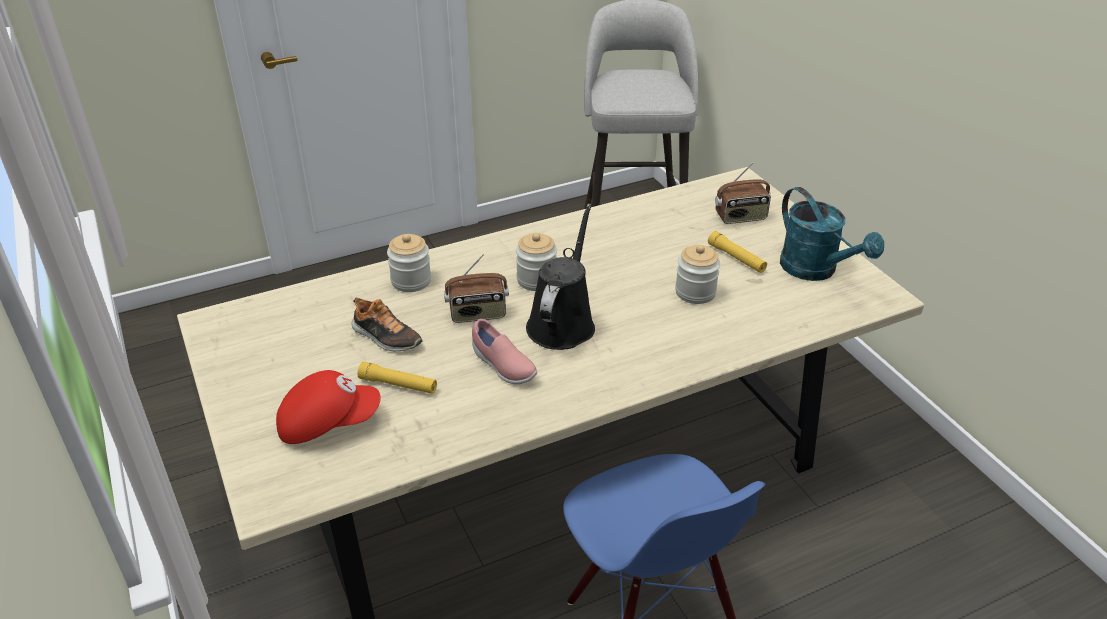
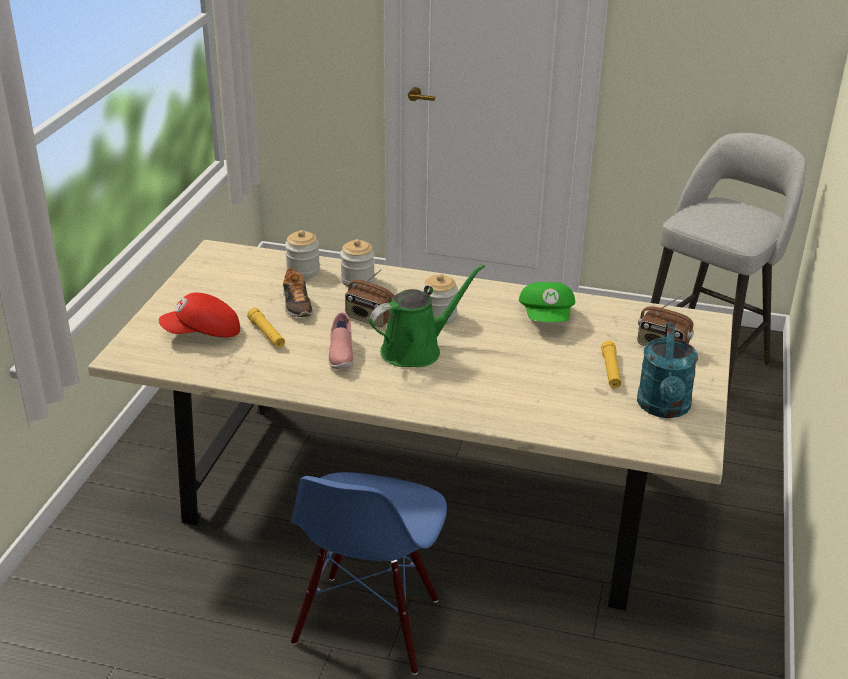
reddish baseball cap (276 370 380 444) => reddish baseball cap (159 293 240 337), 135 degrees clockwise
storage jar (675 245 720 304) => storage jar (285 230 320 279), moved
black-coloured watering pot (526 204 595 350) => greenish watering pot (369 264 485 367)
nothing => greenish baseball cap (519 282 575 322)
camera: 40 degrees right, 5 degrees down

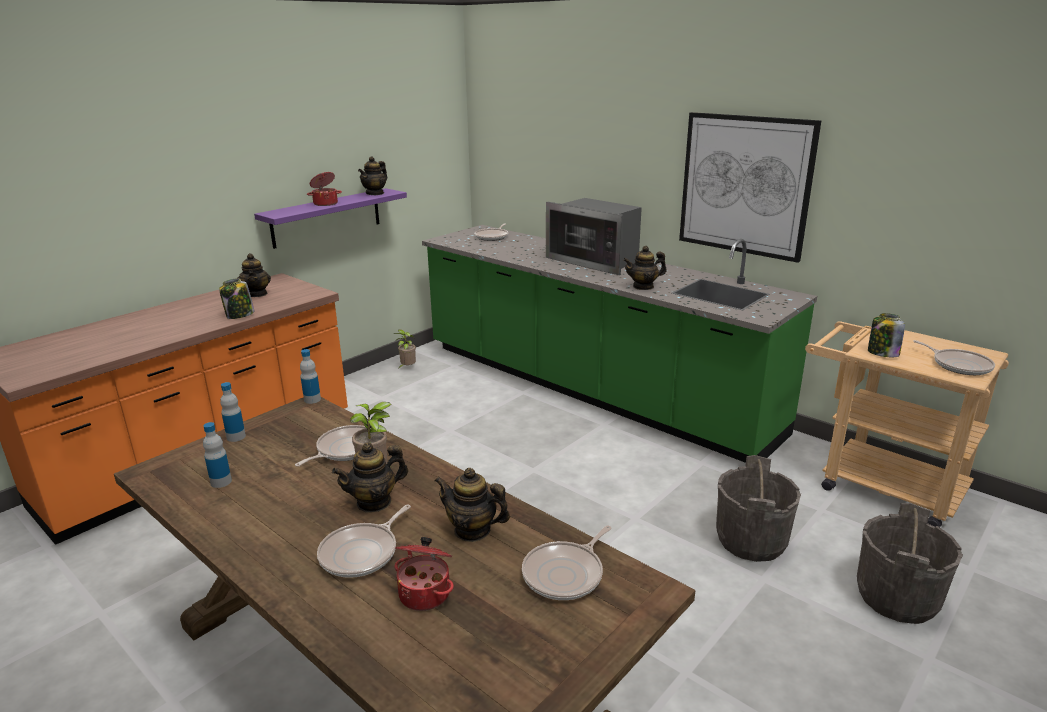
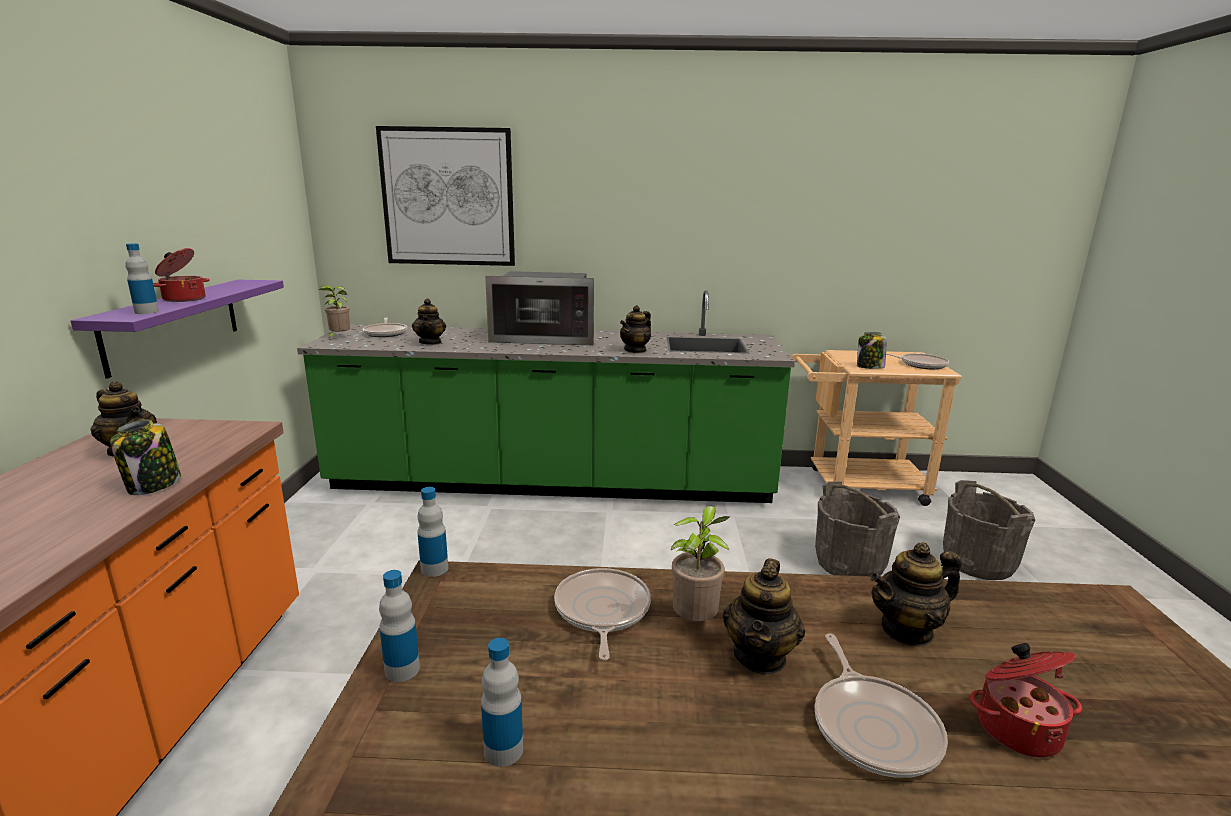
nothing => beverage bottle (126 243 159 314)
potted plant (394 330 416 369) => potted plant (318 285 350 339), moved
wall art (679 112 821 263) => wall art (376 126 515 266), moved
tea pot (358 156 387 195) => tea pot (412 299 446 345), moved
frying pan (522 525 612 600) => nothing
camera: 40 degrees left, 5 degrees down

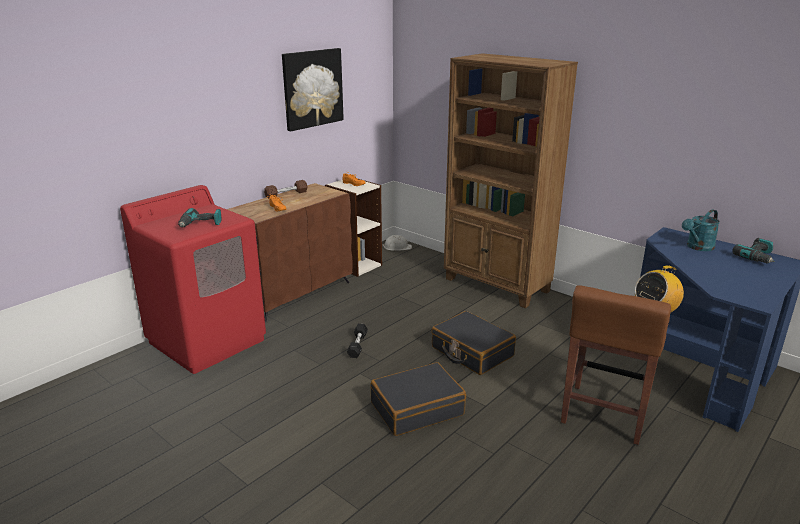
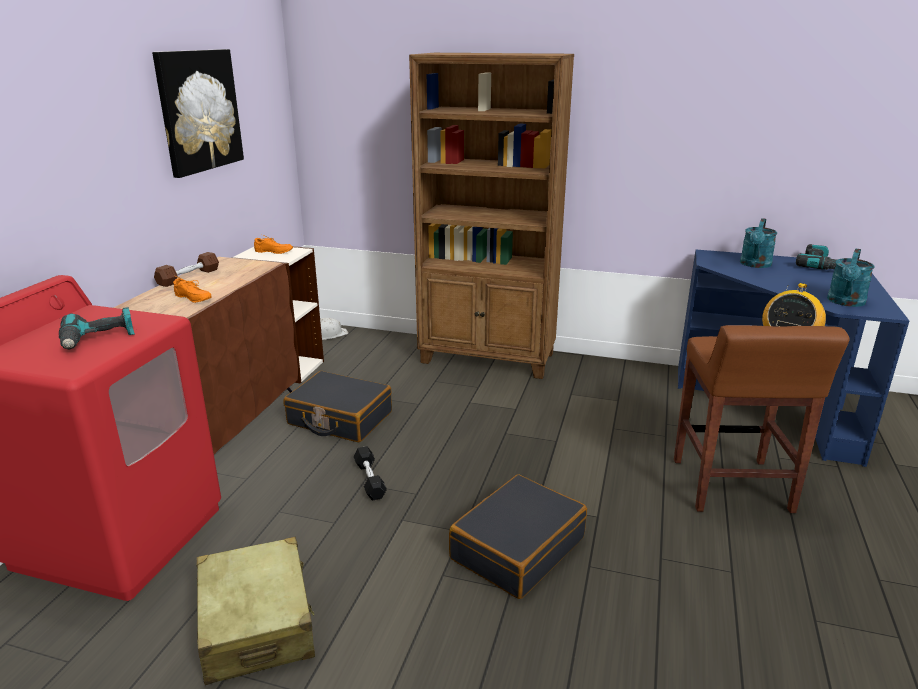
nothing => beige travel case (196 537 315 685)
black-coloured travel case (431 311 516 375) => black-coloured travel case (284 371 392 442), moved
nothing => turquoise-coloured watering pot (827 248 875 307)
camera: 25 degrees left, 0 degrees up

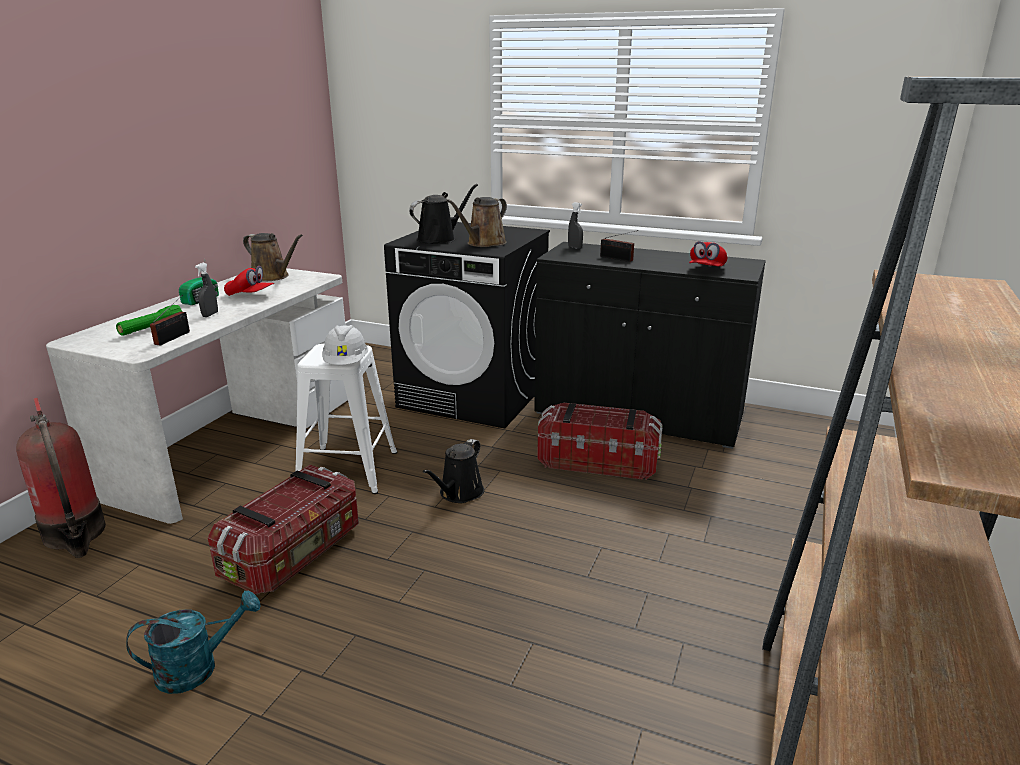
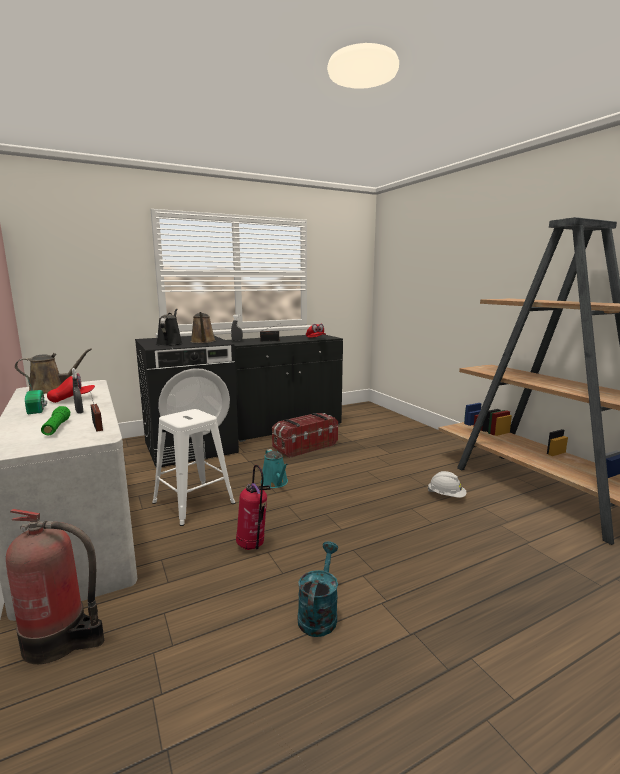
storage container (208 465 359 594) => fire-fighting cylinder (236 465 271 550)
black-coloured watering pot (423 439 484 503) => turquoise-coloured watering pot (261 449 288 488)
white work helmet (322 325 368 365) => white work helmet (428 471 467 498), moved
camera: 50 degrees left, 10 degrees down

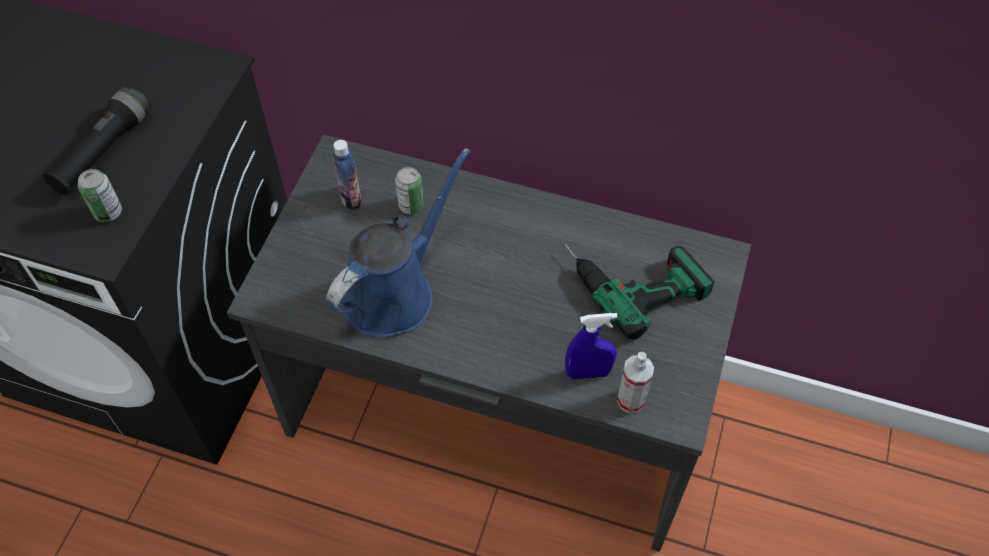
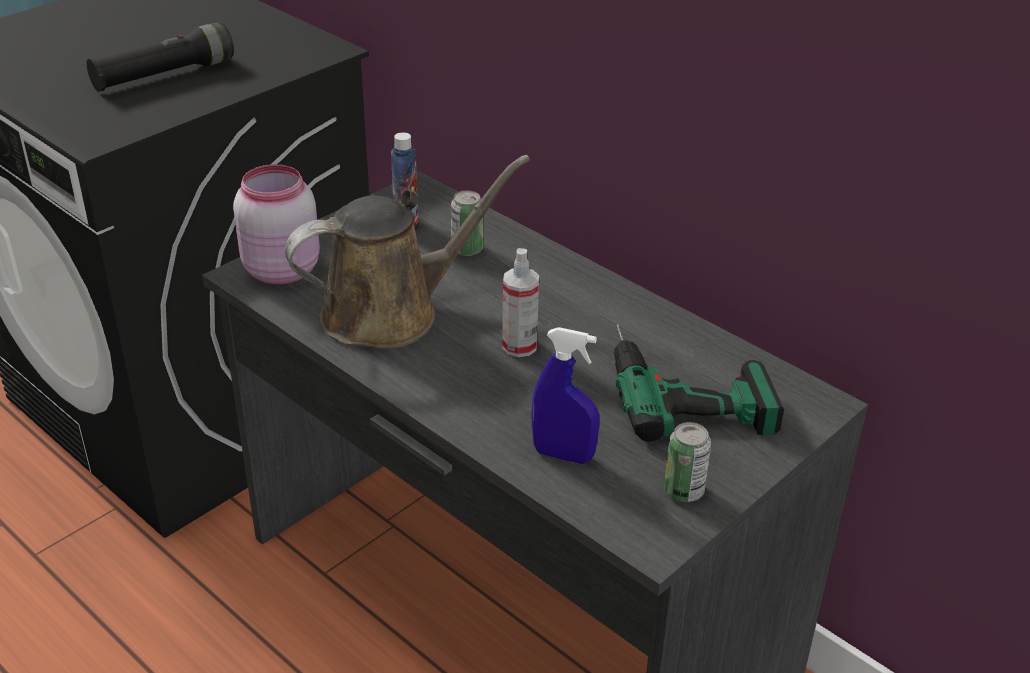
nothing => pinkish storage jar (233 164 320 284)
blue watering pot (326 148 471 338) => brown-coloured watering pot (285 155 530 349)
hand sprayer (617 352 654 413) => hand sprayer (502 248 539 357), moved
metal can (78 169 122 222) => metal can (664 422 711 502), moved
camera: 25 degrees right, 20 degrees down

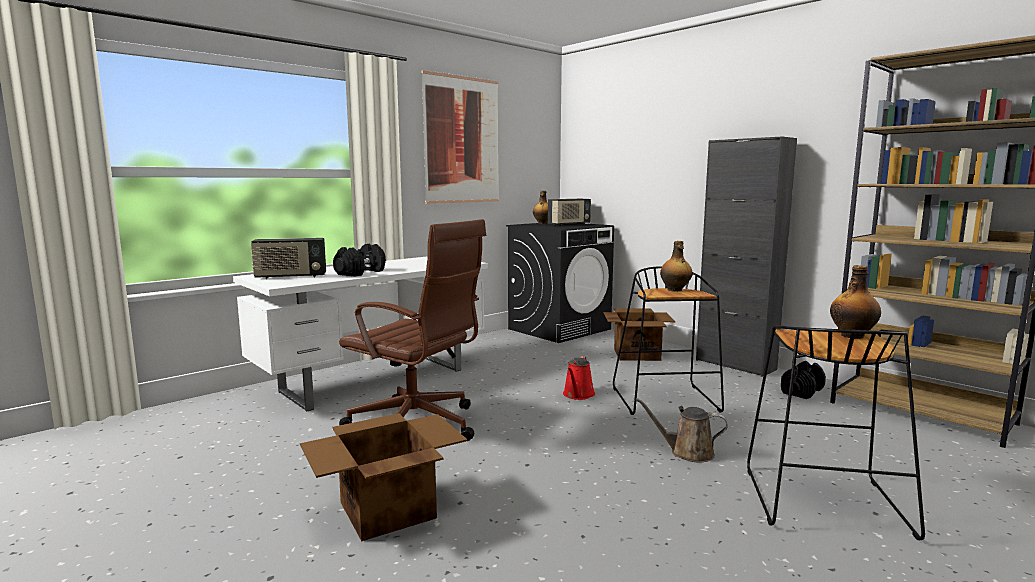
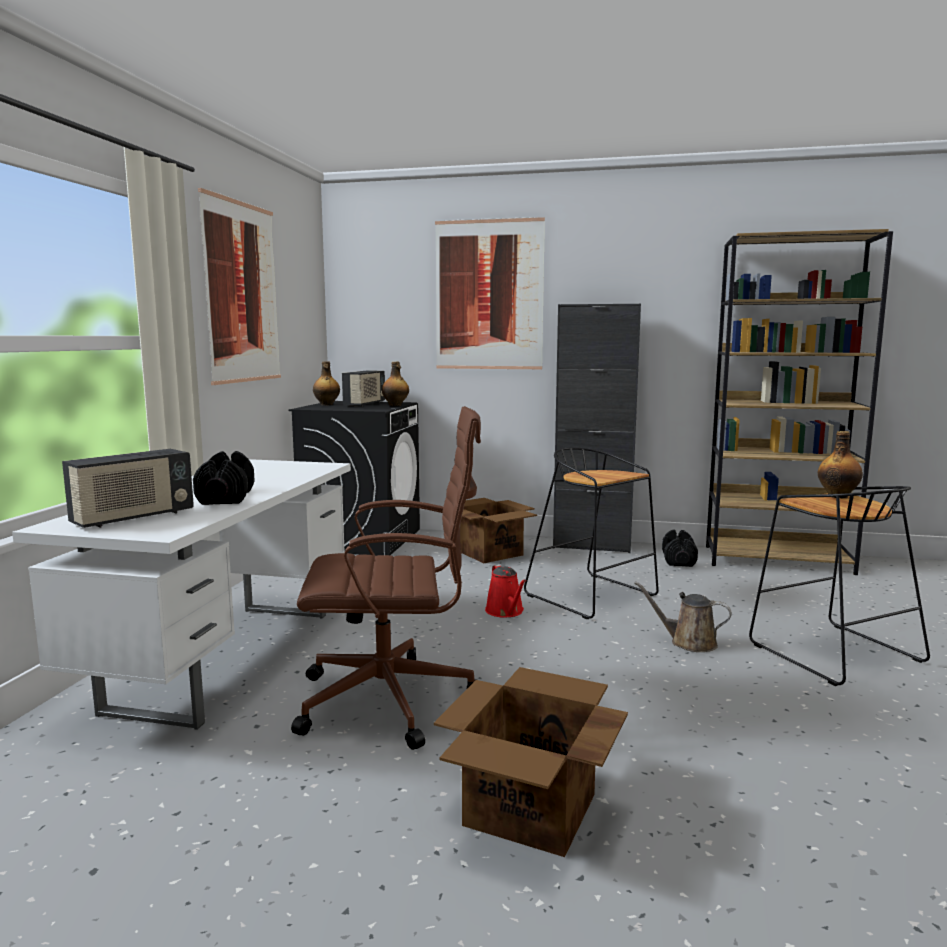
beverage bottle (660 241 693 292) => beverage bottle (382 362 409 406), moved
nothing => wall art (435 217 545 369)
brown-coloured watering pot (635 398 728 462) => brown-coloured watering pot (634 581 732 652), 45 degrees clockwise
camera: 35 degrees left, 0 degrees up

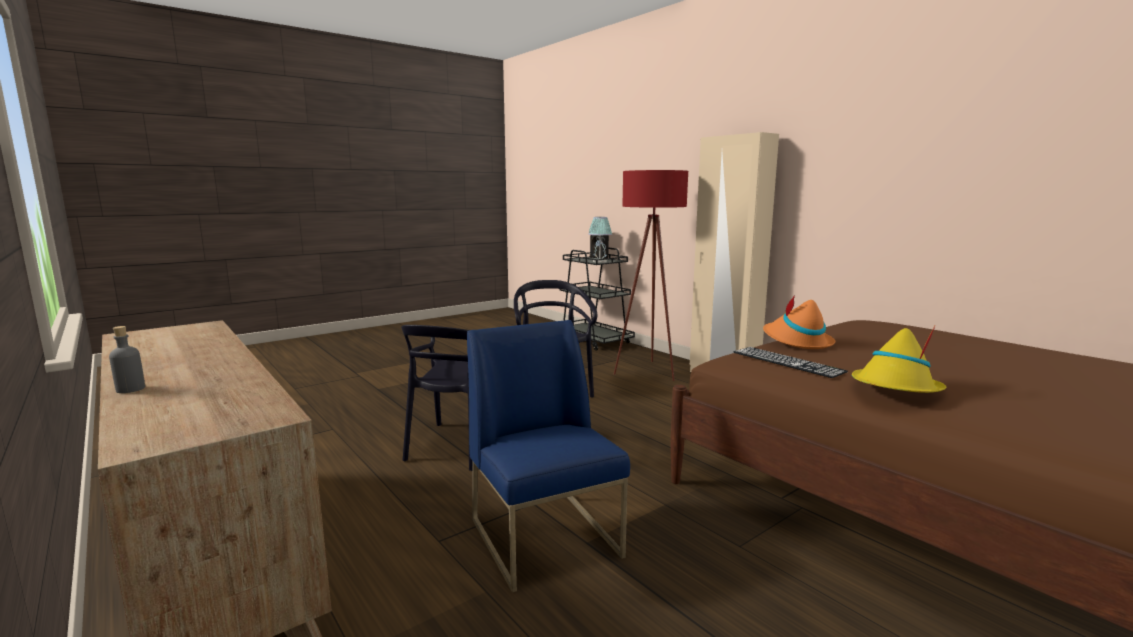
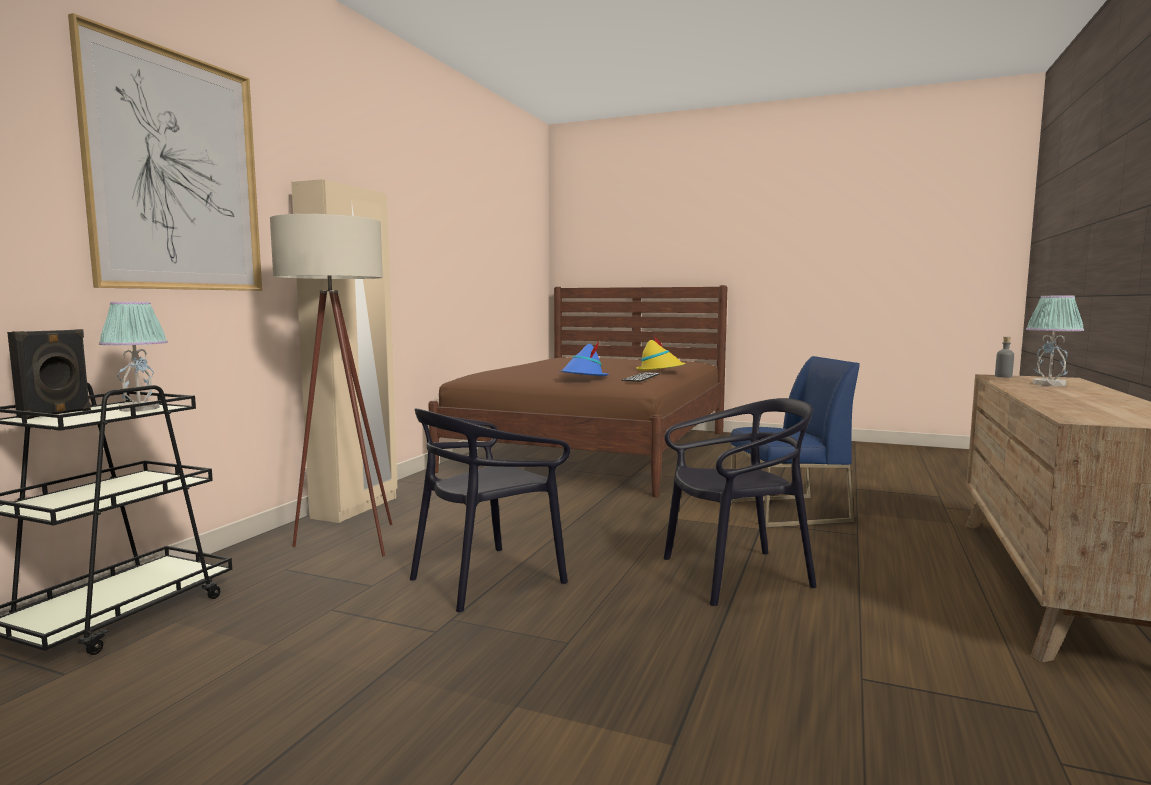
nothing => wall art (68 13 262 291)
reddish standard lamp (614 170 688 381) => beige standard lamp (270 214 392 557)
orange clothing hat (763 295 835 349) => blue clothing hat (559 340 609 376)
blue upright chair (467 320 630 593) => blue upright chair (731 356 860 528), 135 degrees counterclockwise
grey beverage bottle (109 326 145 393) => grey beverage bottle (995 337 1014 378), moved
nothing => table lamp (1026 296 1084 386)
camera: 120 degrees left, 5 degrees down

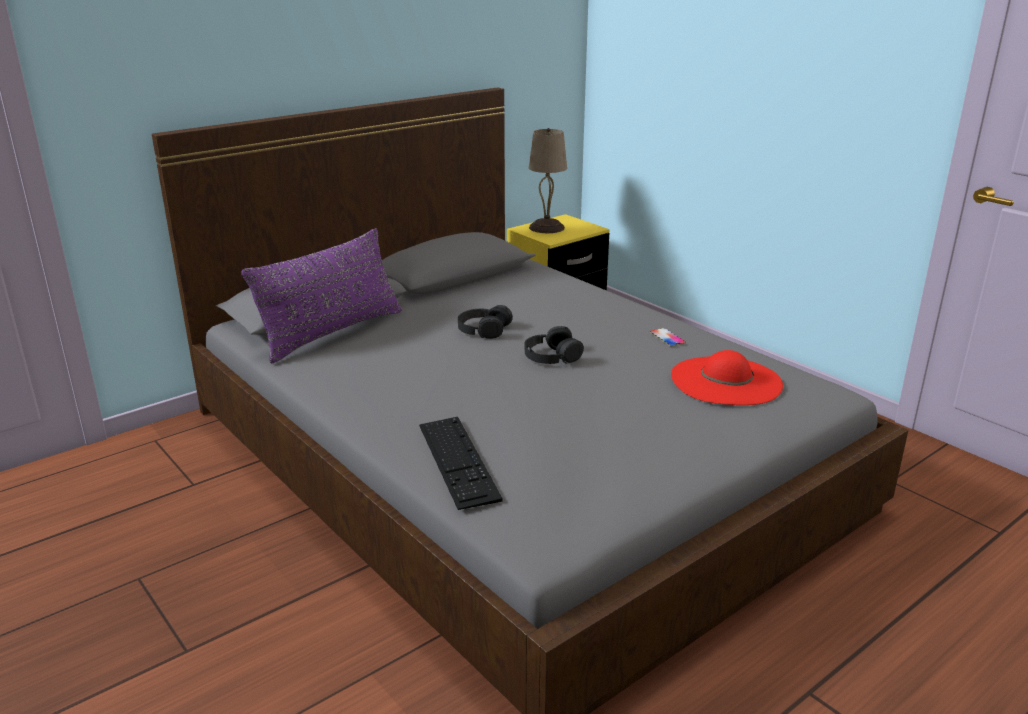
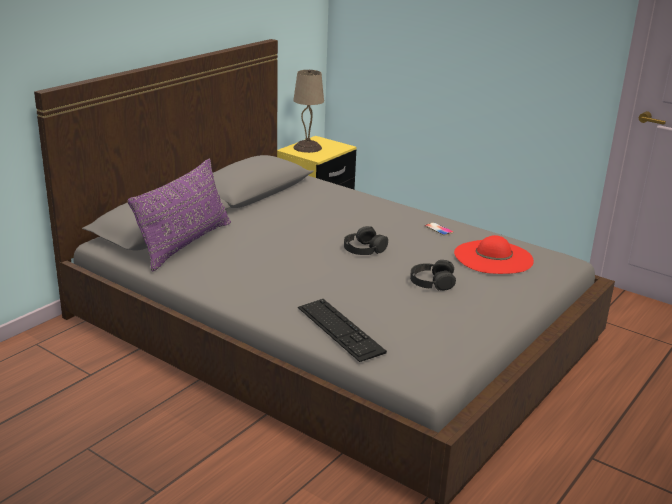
black-coloured headset (458 305 513 339) => black-coloured headset (410 260 456 291), moved
camera: 15 degrees left, 0 degrees up

